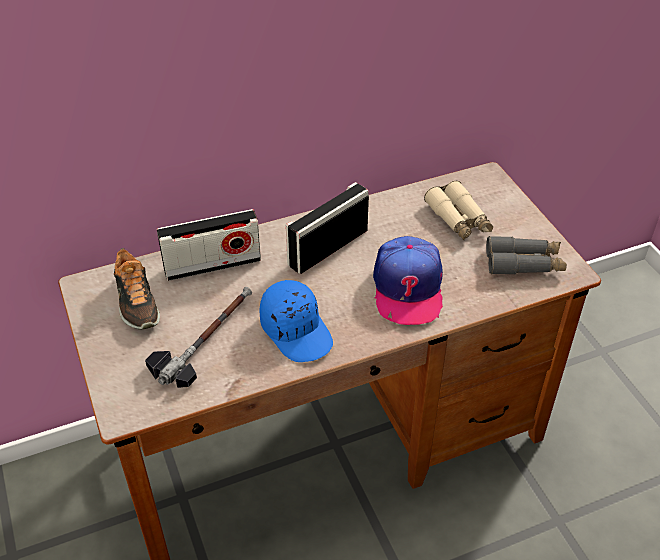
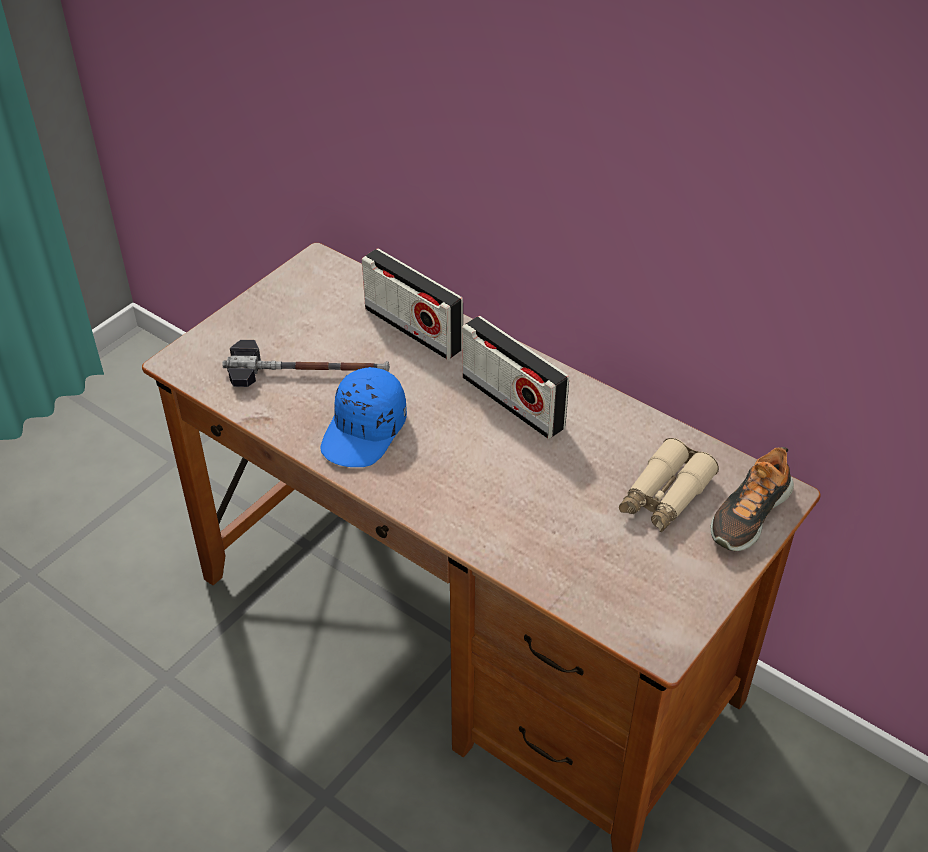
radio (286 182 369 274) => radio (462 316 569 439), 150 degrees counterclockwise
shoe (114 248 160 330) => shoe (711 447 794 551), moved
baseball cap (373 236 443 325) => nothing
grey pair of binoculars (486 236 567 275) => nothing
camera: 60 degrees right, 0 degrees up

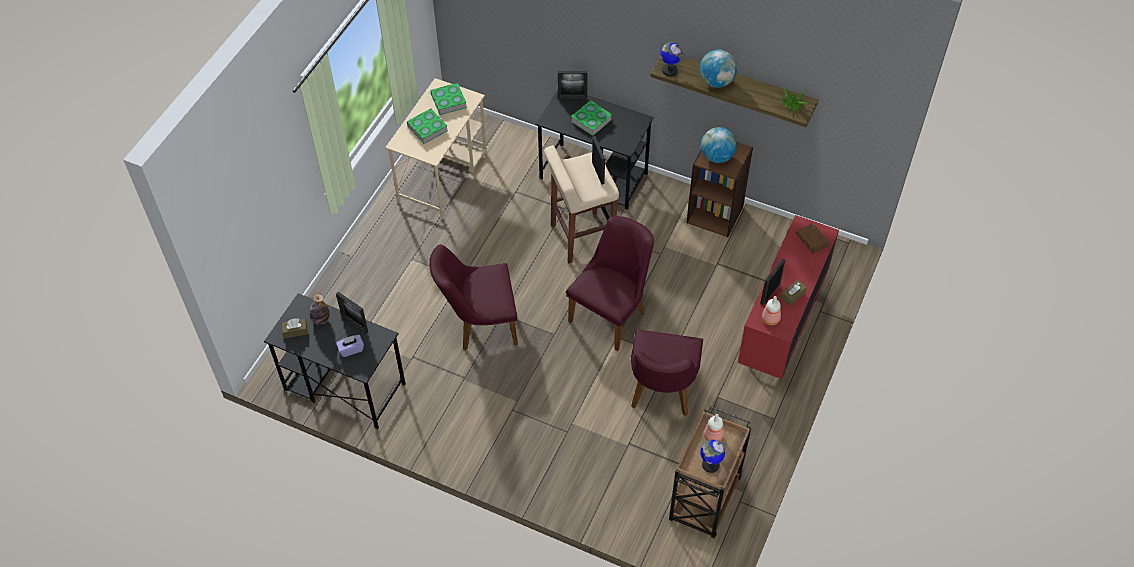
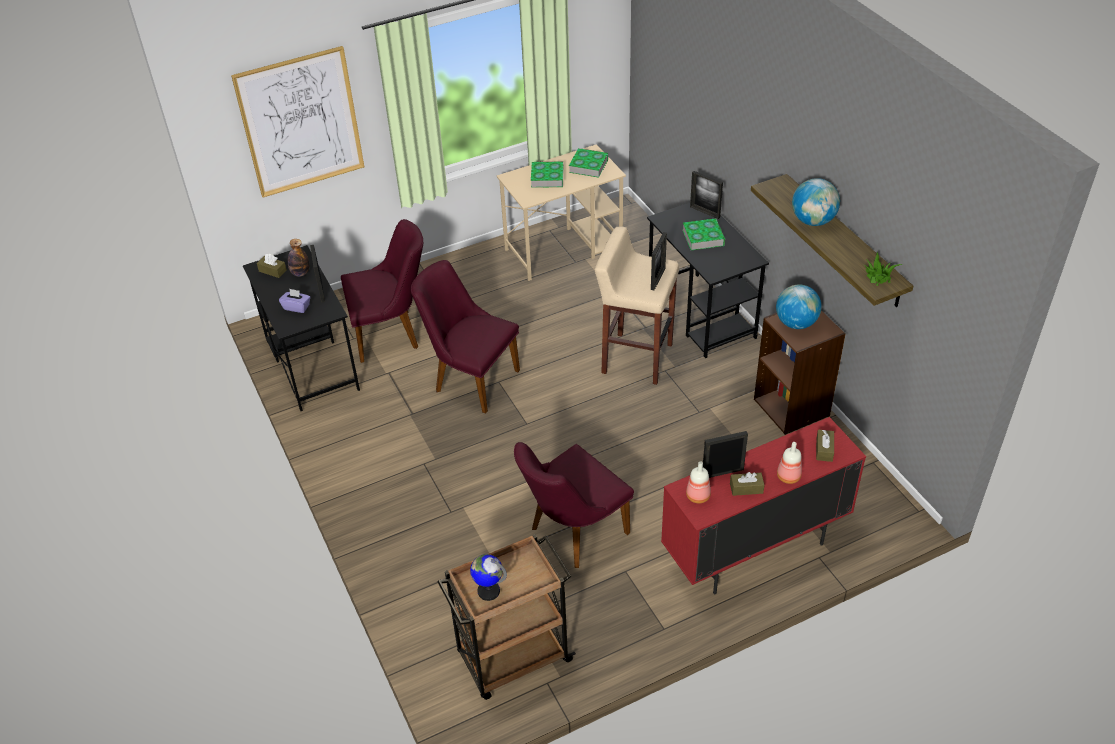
nothing => wall art (231 46 364 197)
purple upright chair (566 216 654 351) => purple upright chair (341 219 423 363), moved
beverage bottle (704 414 724 442) => beverage bottle (777 442 802 484), moved
brown-coloured bound book (796 223 830 254) => brown-coloured box of tissues (816 430 834 462)
desk globe (660 42 685 76) => nothing
camera: 40 degrees right, 10 degrees down

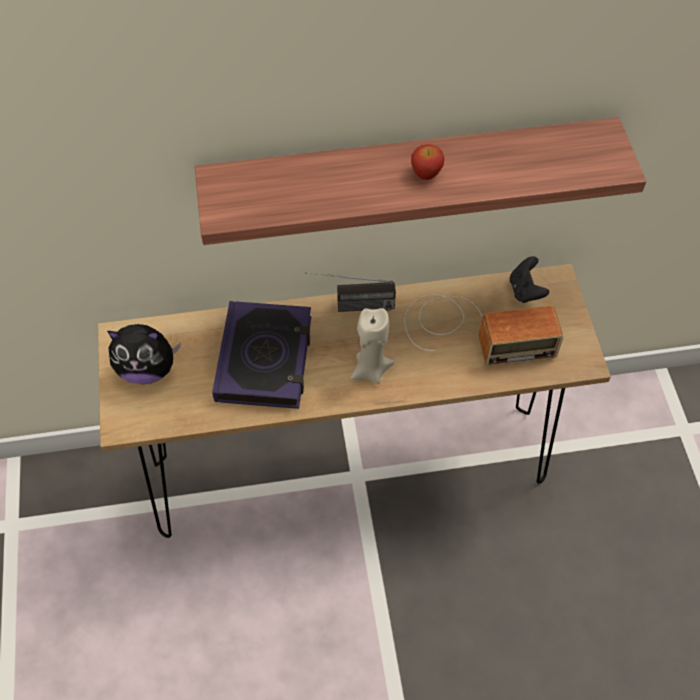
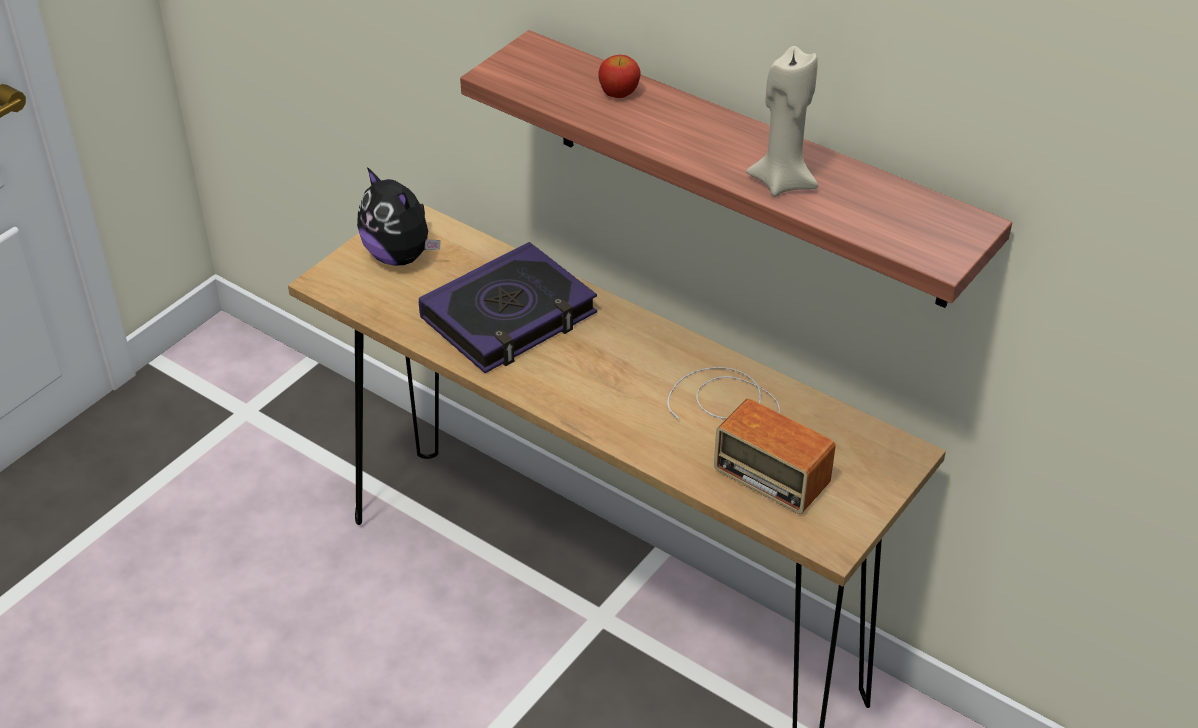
apple (411 144 444 180) => apple (598 55 641 98), moved
beige wax light (350 308 394 384) => beige wax light (746 46 818 197), moved
radio (305 272 396 312) => nothing
black-coloured game controller (510 256 549 303) => nothing
camera: 45 degrees right, 15 degrees down

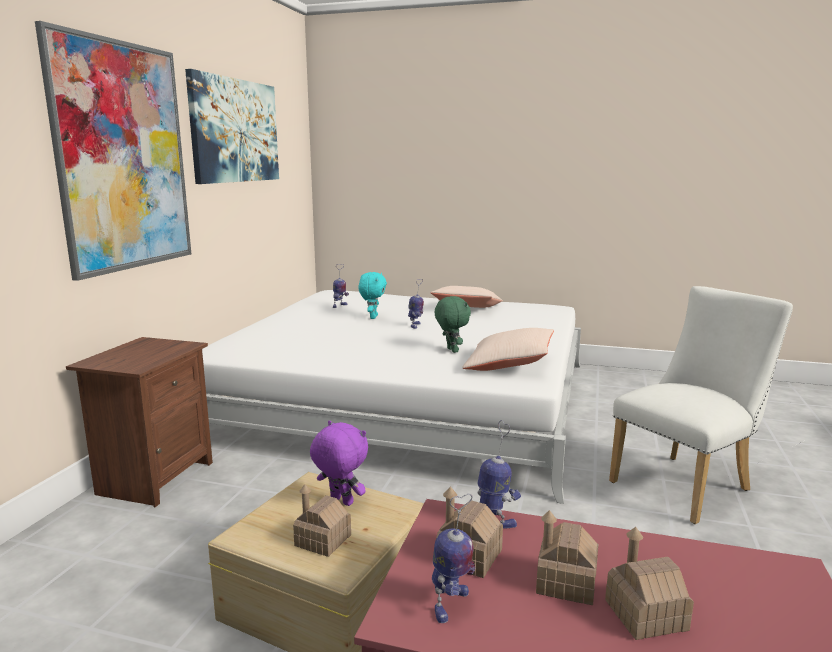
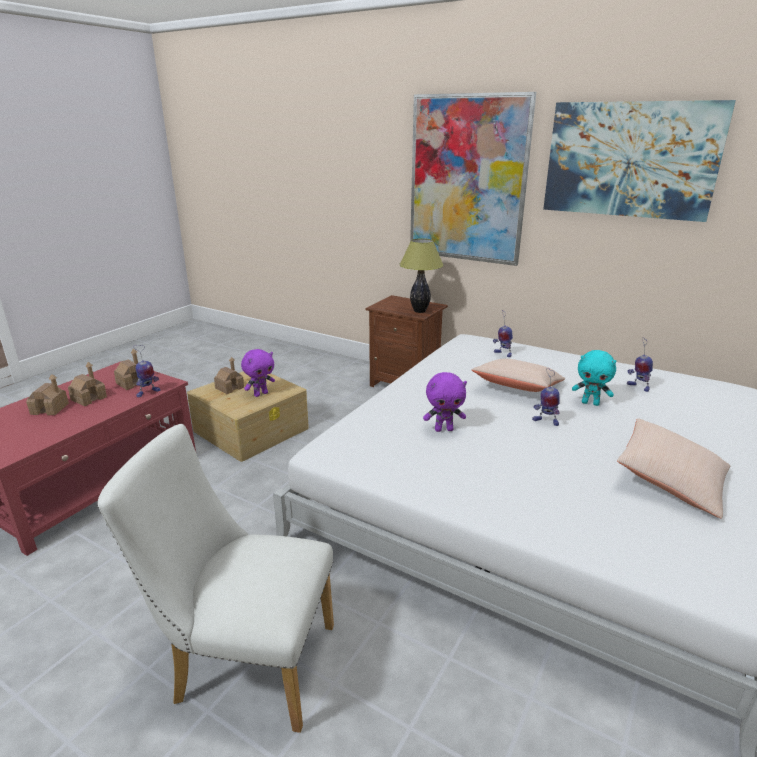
white upright chair (609 286 793 524) => white upright chair (97 424 334 733), 120 degrees clockwise
nothing => table lamp (399 238 444 313)
greenish cuddly toy (435 296 471 353) => purple cuddly toy (423 372 467 432)
beige throw pillow (462 328 554 371) => beige throw pillow (472 359 565 392), moved
robot figure (432 494 475 623) => robot figure (493 311 513 357), moved
camera: 105 degrees right, 10 degrees up

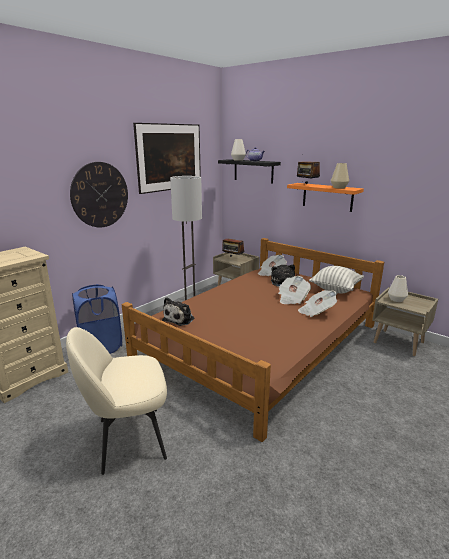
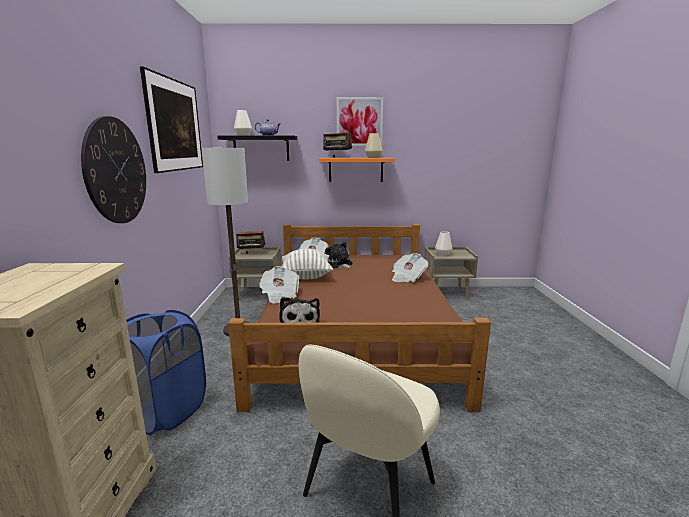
newspaper (278 276 311 304) => newspaper (259 266 300 304), moved
throw pillow (309 266 364 293) => throw pillow (282 249 333 279), moved
nothing => wall art (337 97 383 146)
camera: 40 degrees left, 5 degrees down

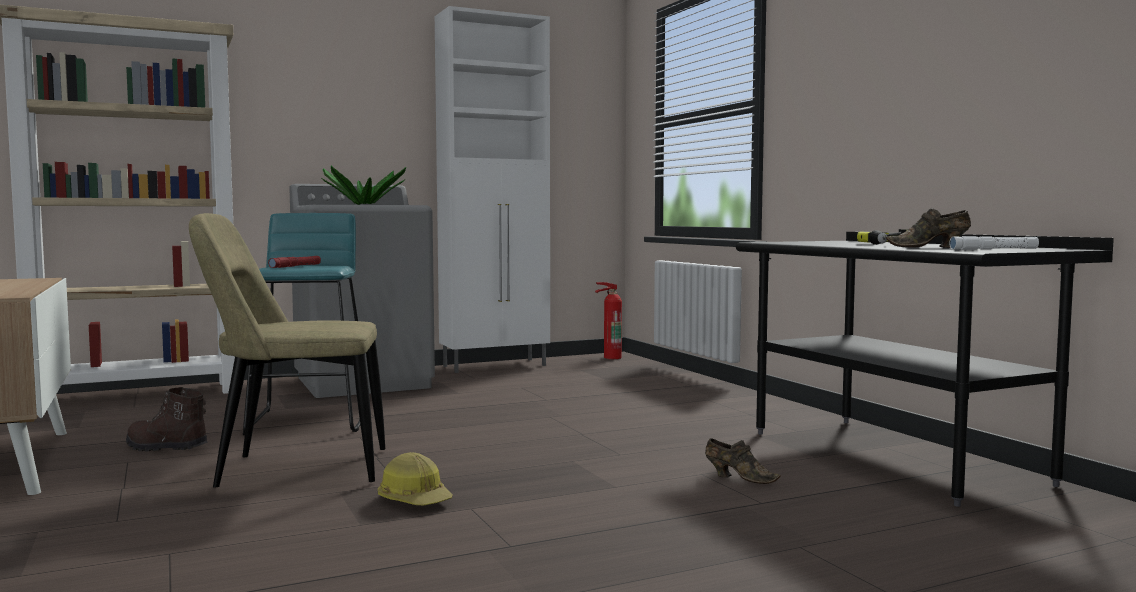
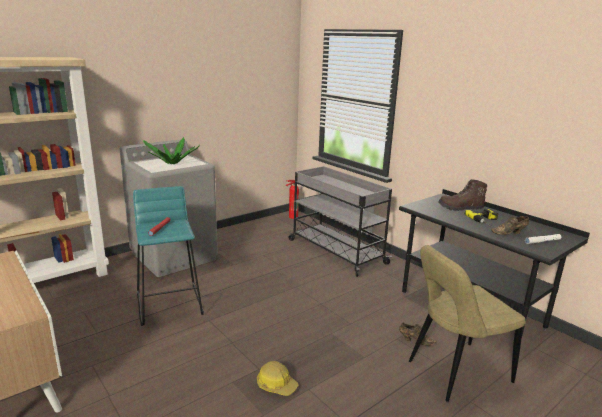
nothing => grey cart (288 166 392 277)
beige upright chair (189 213 385 488) => beige upright chair (409 245 526 402), moved
brown-coloured tall boot (126 387 208 452) => brown-coloured tall boot (438 180 488 211), moved
white storage cabinet (435 6 550 373) => nothing
camera: 15 degrees left, 15 degrees up

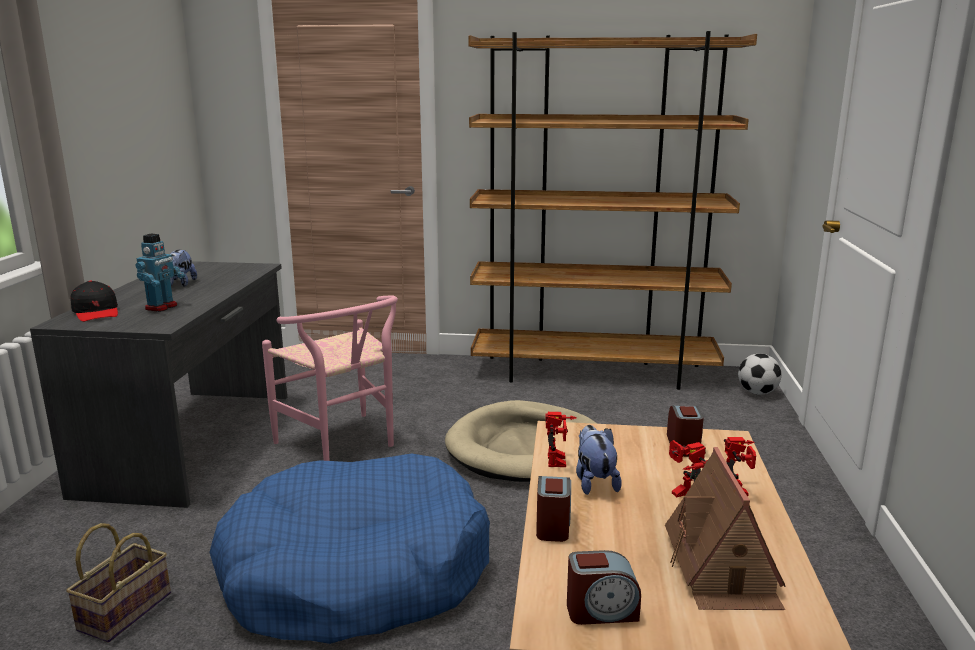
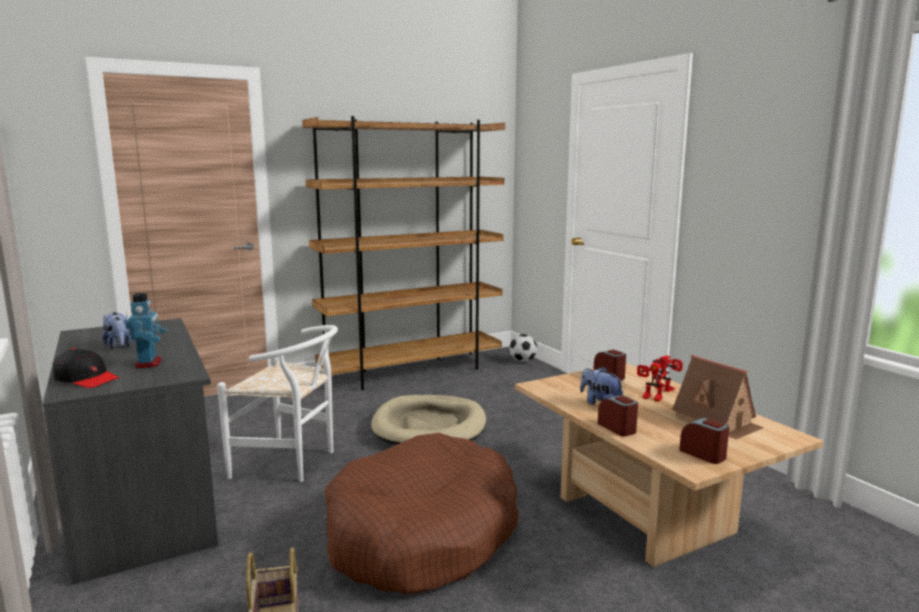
pinkish upright chair (262 296 398 461) => white upright chair (217 325 338 482)
blue pet bed (210 453 490 644) => brown-coloured pet bed (325 433 519 594)
alarm clock (567 550 641 625) => alarm clock (679 418 729 464), 90 degrees counterclockwise
robot figure (545 412 577 467) => nothing
camera: 35 degrees left, 5 degrees down

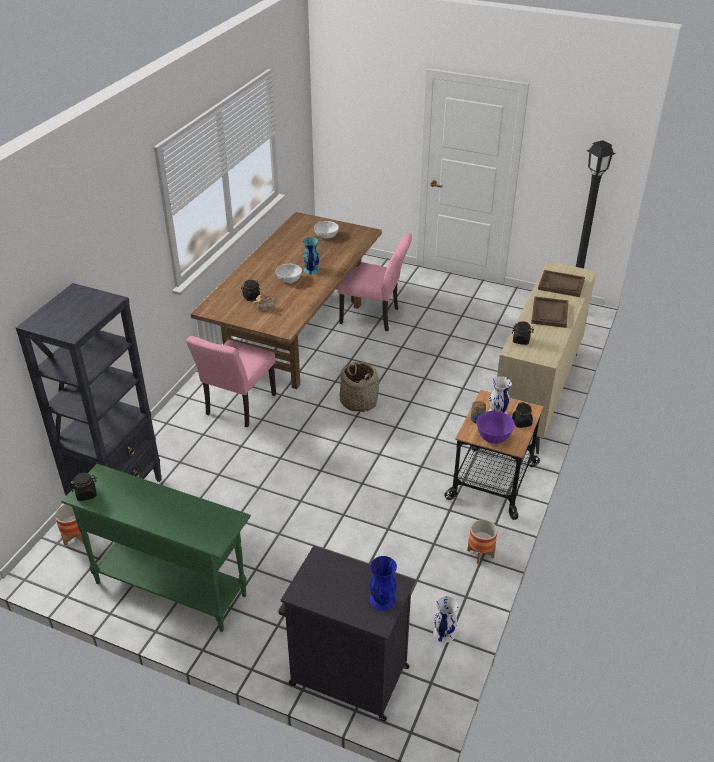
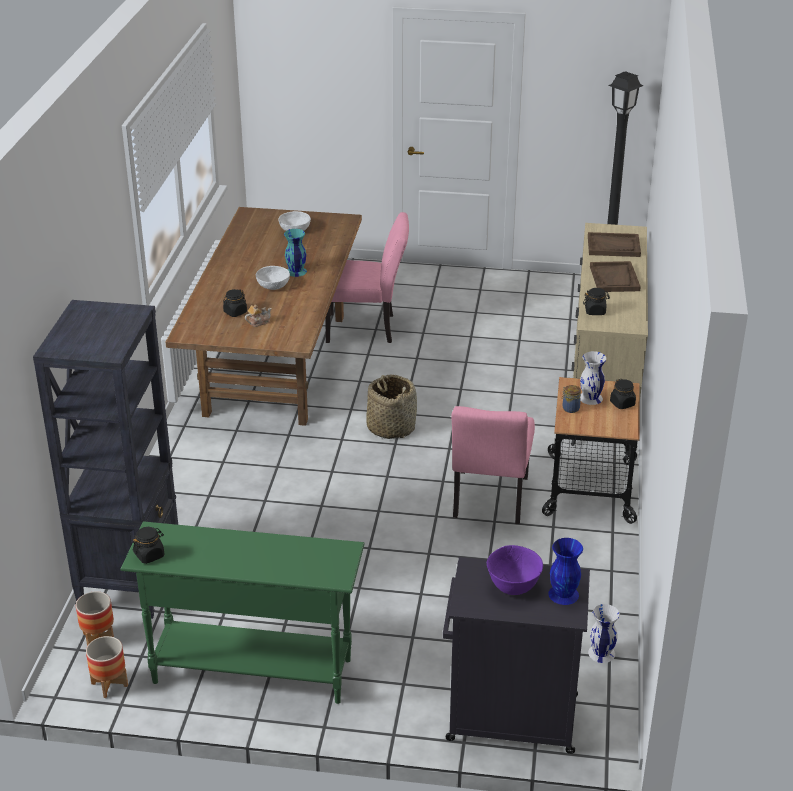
planter (467 519 498 564) => planter (86 636 128 698), moved
pinkish upright chair (186 336 276 427) => pinkish upright chair (452 406 535 524), moved
purple deep dish (477 410 515 444) => purple deep dish (487 545 543 595), moved
camera: 15 degrees left, 5 degrees down

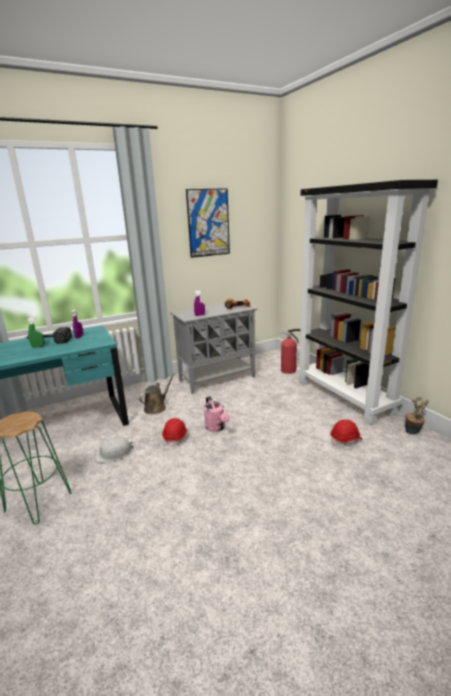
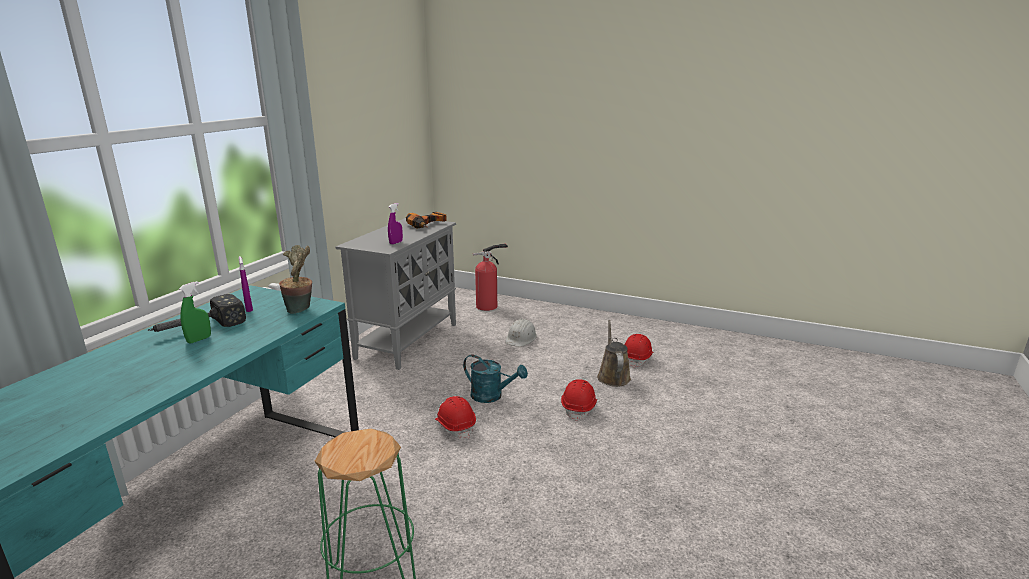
potted plant (405 397 428 434) => potted plant (279 245 312 314), moved
pinkish watering pot (204 396 230 432) => turquoise-coloured watering pot (463 354 528 403)
white work helmet (94 436 133 463) => white work helmet (505 319 537 347), moved
nothing => reddish work helmet (561 379 597 421)
brown-coloured watering pot (139 373 175 414) => brown-coloured watering pot (597 320 631 387), moved
wall art (186 188 230 258) => nothing
black-coloured shelving unit (297 180 438 425) => nothing
camera: 40 degrees left, 0 degrees up

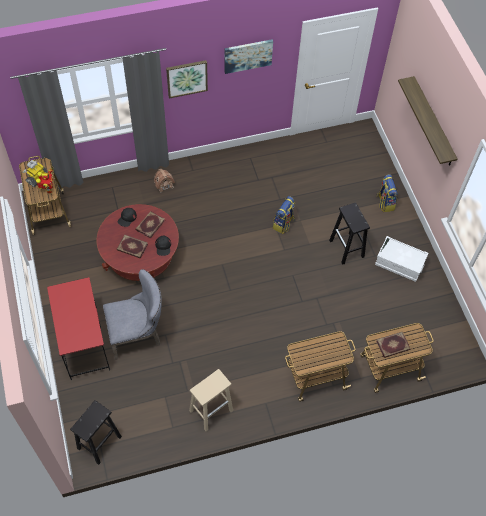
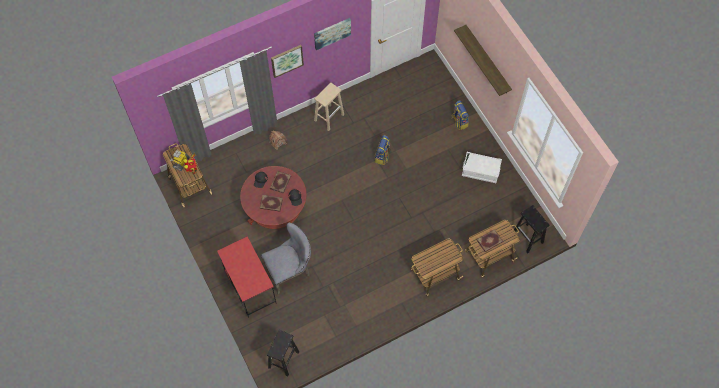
beige sitting stool (189 369 233 431) => beige sitting stool (314 82 344 131), moved
black-coloured sitting stool (329 202 370 265) => black-coloured sitting stool (514 205 550 254), moved
camera: 10 degrees left, 5 degrees up

